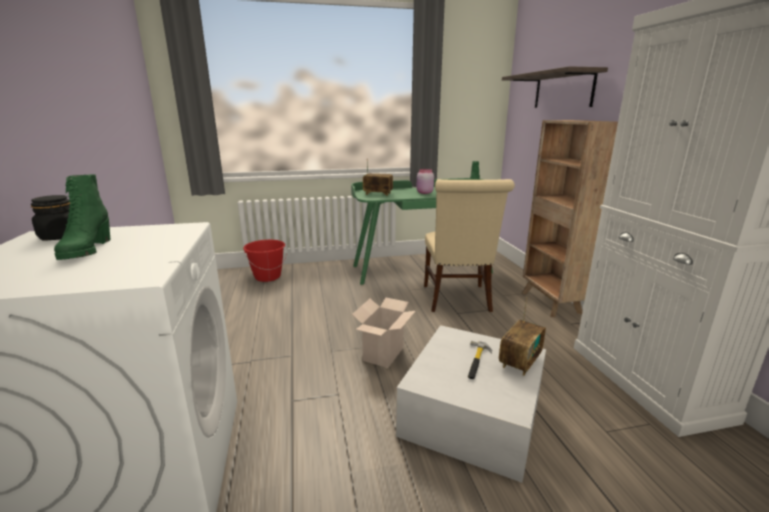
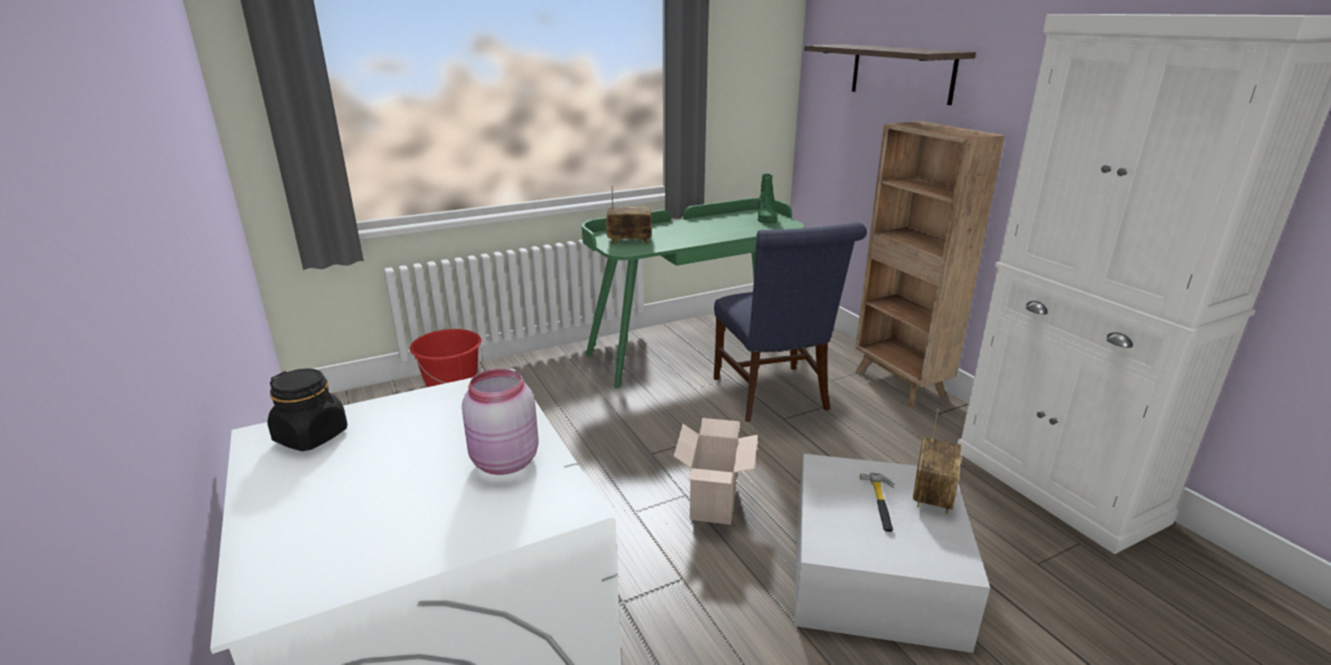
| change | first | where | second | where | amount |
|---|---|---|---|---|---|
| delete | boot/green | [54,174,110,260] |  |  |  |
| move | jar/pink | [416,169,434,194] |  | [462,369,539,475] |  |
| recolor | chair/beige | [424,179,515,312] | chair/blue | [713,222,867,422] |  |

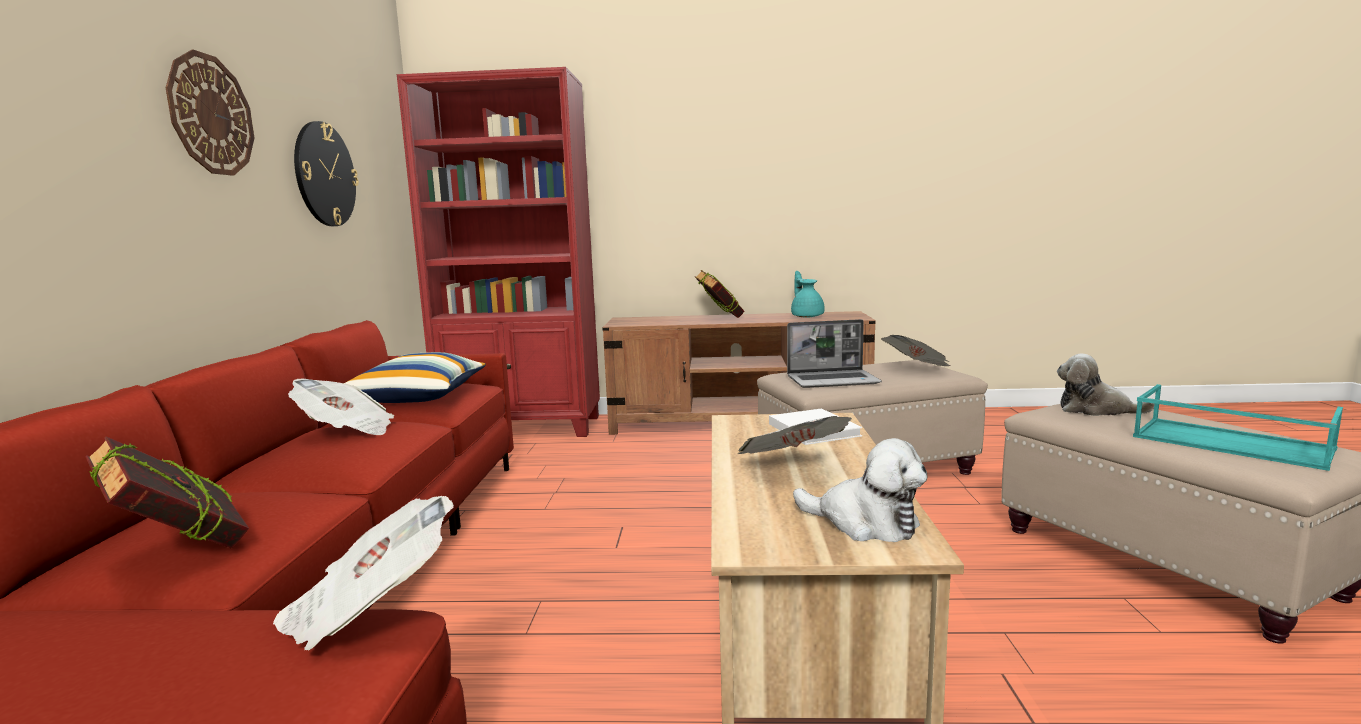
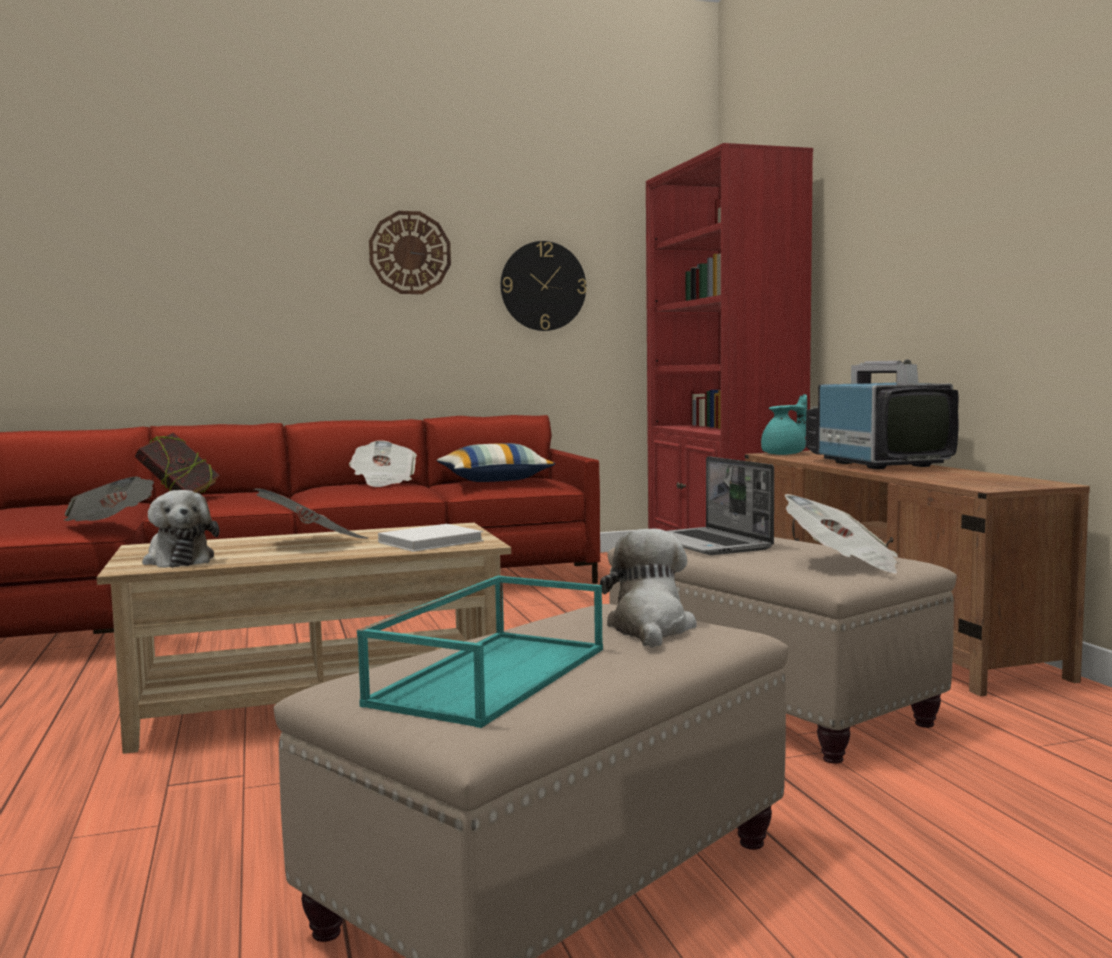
| change | first | where | second | where | amount |
|---|---|---|---|---|---|
| move | teapot/turquoise | [791,271,825,318] |  | [761,394,807,455] |  |
| replace | book | [695,270,745,318] | television | [806,359,959,469] |  |
| rotate | plush toy | [793,438,927,542] |  | [142,490,219,568] | 45 degrees counterclockwise |

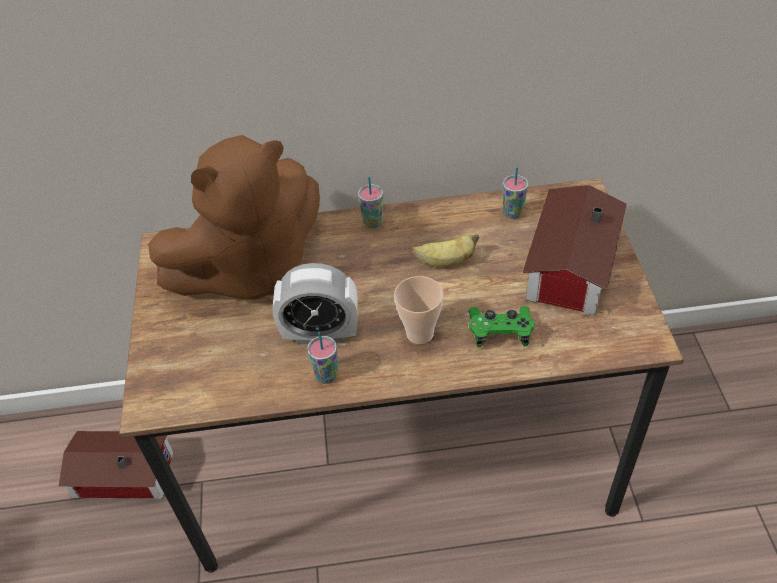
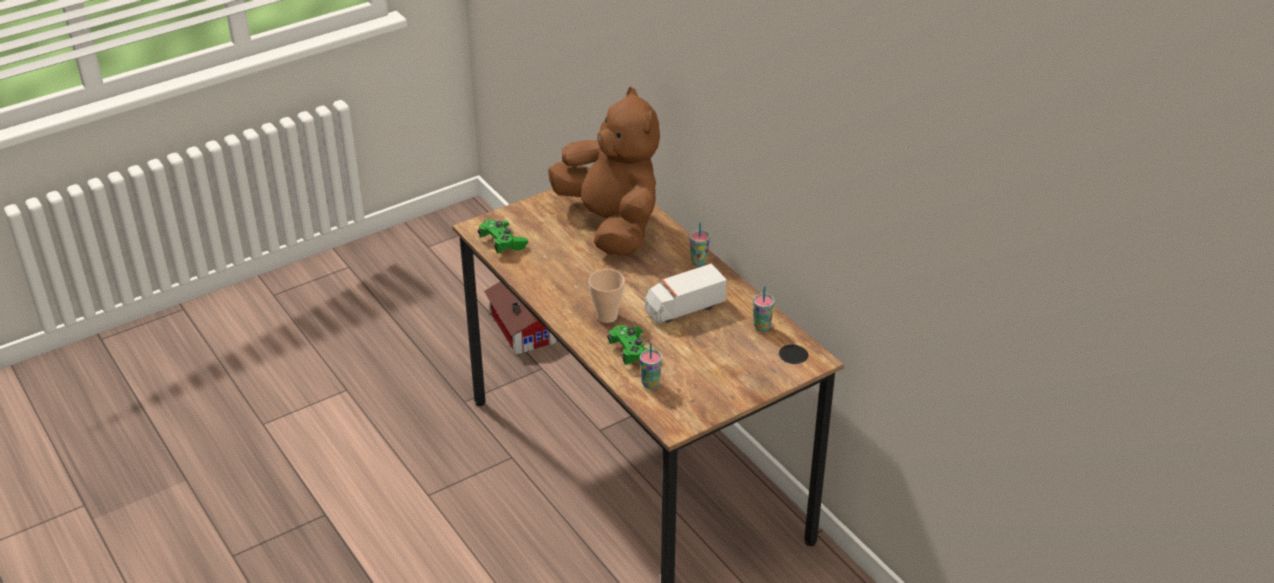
| change | first | where | second | where | amount |
|---|---|---|---|---|---|
| delete | alarm clock | [273,263,358,344] |  |  |  |
| delete | toy house | [523,185,627,315] |  |  |  |
| insert |  |  | game controller/green | [478,219,528,253] |  |
| move | cup | [307,332,338,384] |  | [640,342,662,389] |  |
| replace | banana | [412,234,479,267] | toy truck | [644,263,727,324] |  |
| rotate | plush toy/brown | [148,135,320,301] |  | [548,87,660,256] | 150 degrees counterclockwise |

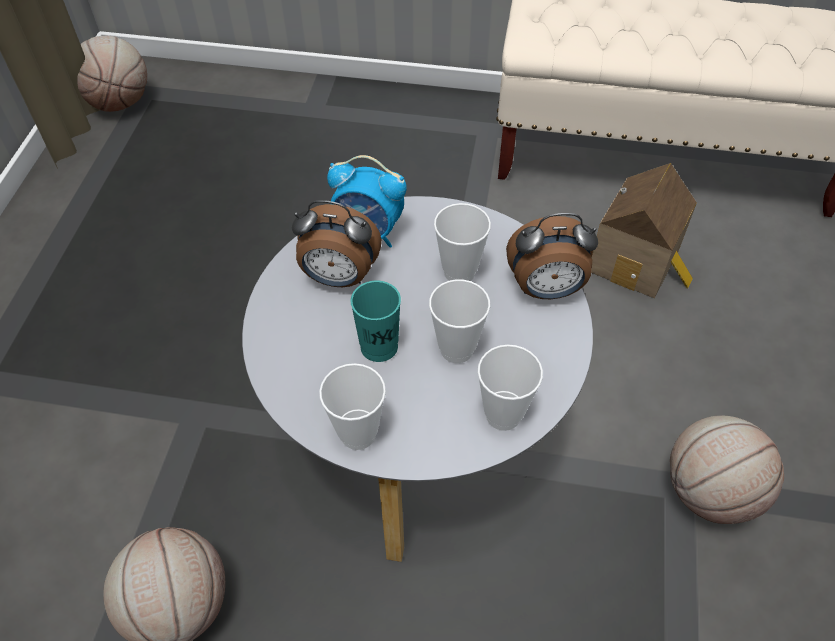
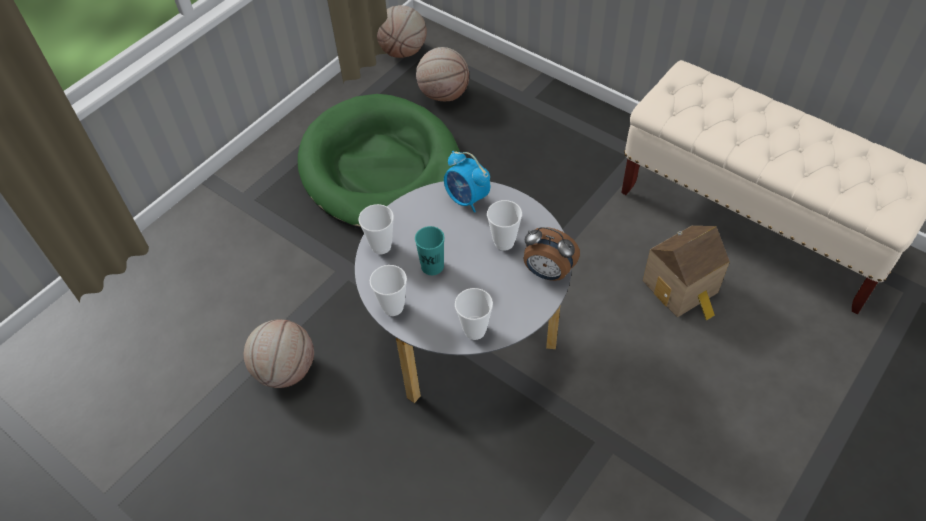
| change | first | where | second | where | amount |
|---|---|---|---|---|---|
| delete | alarm clock | [292,200,382,287] |  |  |  |
| insert |  |  | dog bed/green | [298,94,460,229] |  |
| move | cup | [429,279,490,363] |  | [359,204,394,254] |  |
| move | basketball | [670,416,784,524] |  | [416,47,469,101] |  |

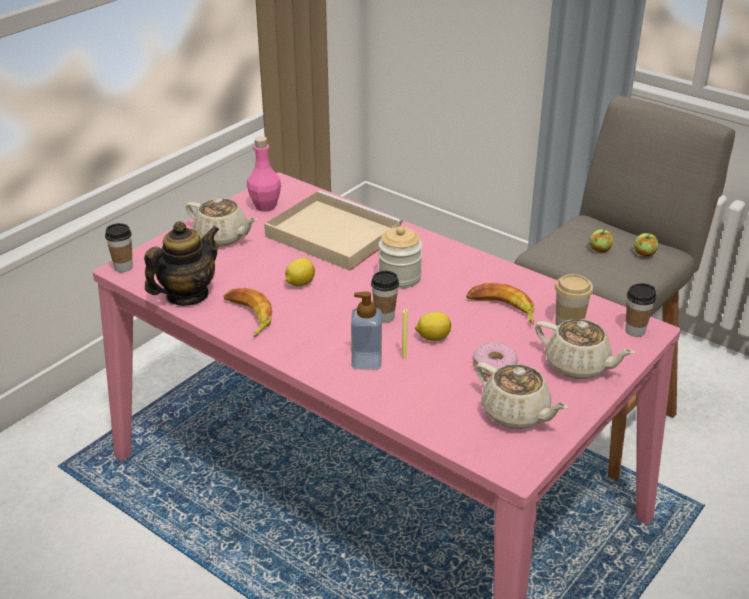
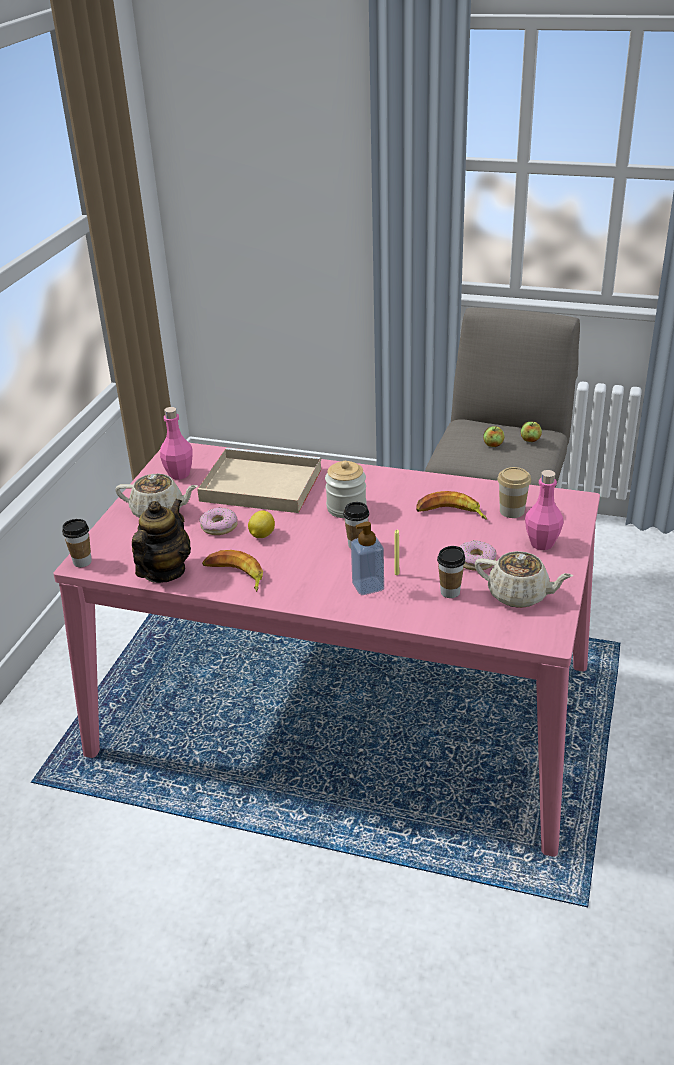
| change | first | where | second | where | amount |
|---|---|---|---|---|---|
| delete | lemon | [415,312,451,341] |  |  |  |
| insert |  |  | donut | [199,507,238,535] |  |
| move | cup | [625,283,656,337] |  | [437,546,465,598] |  |
| replace | teapot/beige | [535,319,635,379] | bottle/pink | [525,470,564,550] |  |

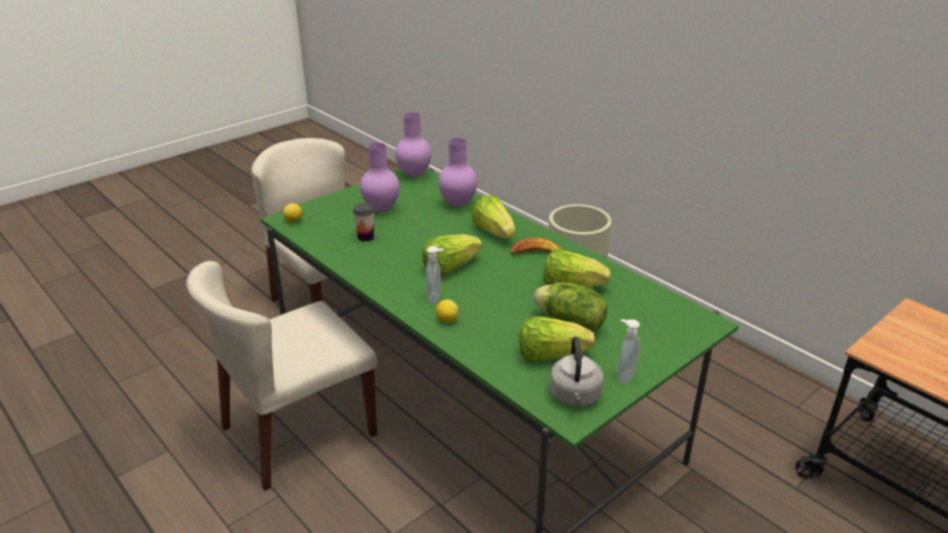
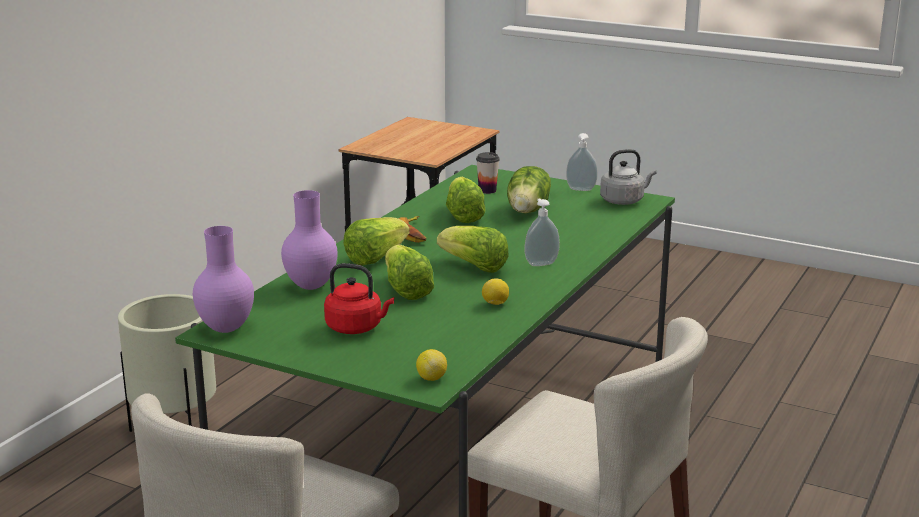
| change | first | where | second | where | amount |
|---|---|---|---|---|---|
| move | cup | [353,203,375,242] |  | [476,152,500,194] |  |
| move | lemon | [436,299,459,323] |  | [482,278,509,305] |  |
| move | lettuce | [519,316,595,362] |  | [385,244,434,300] |  |
| replace | vase/purple | [360,142,400,212] | kettle/red | [324,263,394,334] |  |

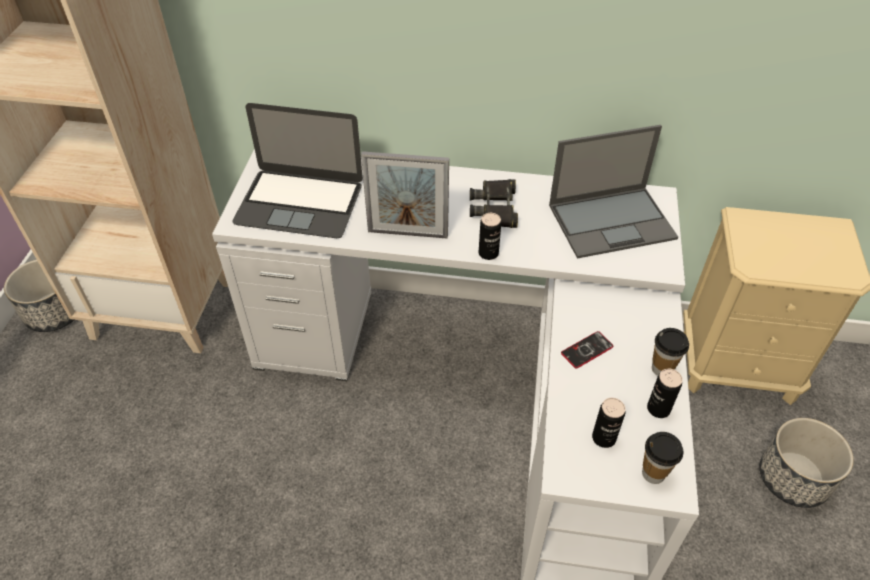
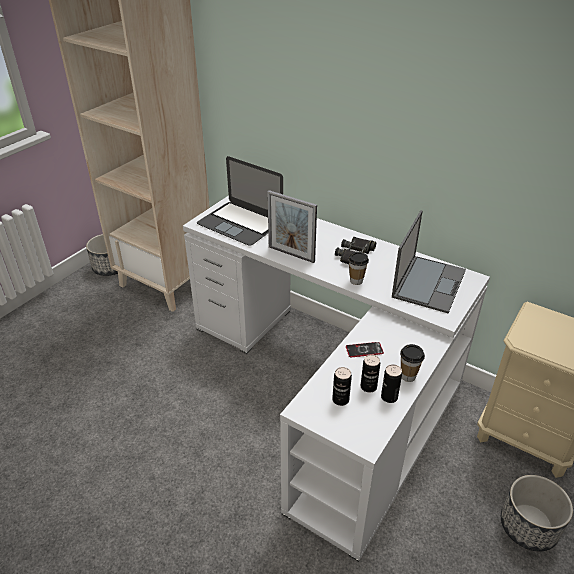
| change | first | where | second | where | amount |
|---|---|---|---|---|---|
| move | can | [479,213,501,260] |  | [361,354,380,392] |  |
| move | cup | [642,432,683,484] |  | [348,252,369,285] |  |
| rotate | laptop | [549,125,678,258] |  | [392,210,466,313] | 75 degrees counterclockwise |

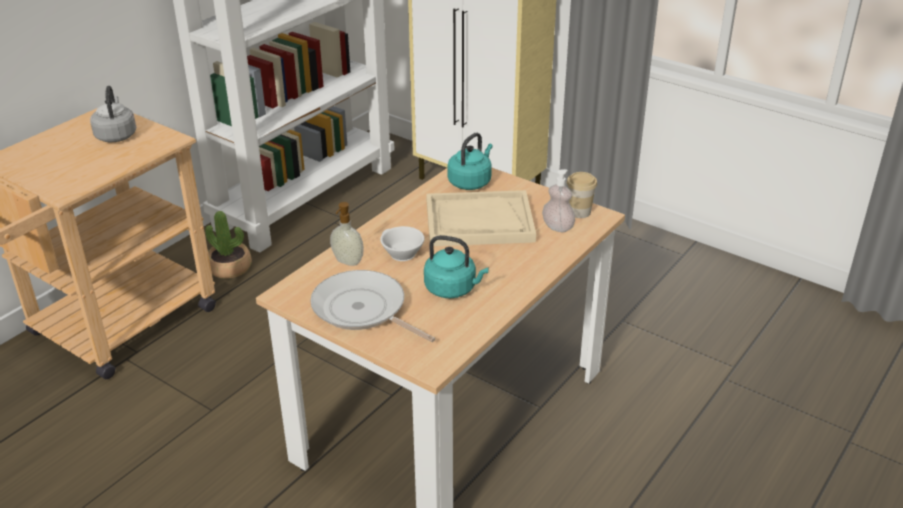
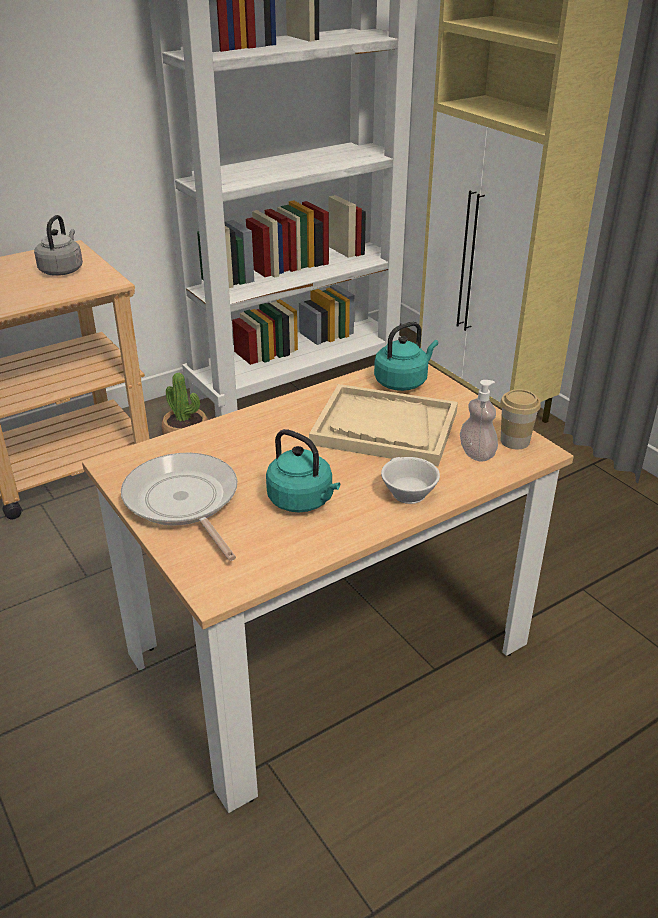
| change | first | where | second | where | amount |
|---|---|---|---|---|---|
| delete | soap dispenser | [330,202,364,266] |  |  |  |
| move | cup/white | [380,226,424,261] |  | [381,457,440,504] |  |

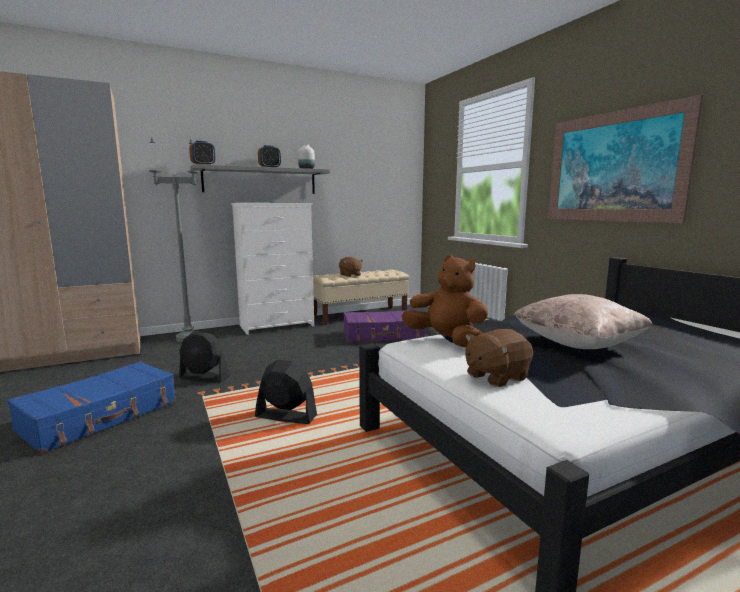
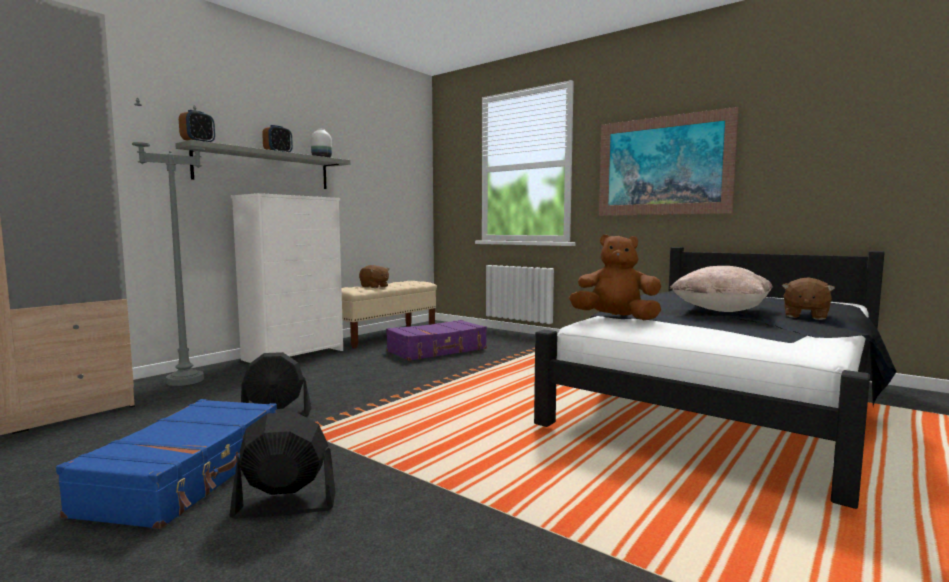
| change | first | where | second | where | amount |
|---|---|---|---|---|---|
| move | fan/black | [255,360,317,424] |  | [230,412,336,519] |  |
| move | plush toy/brown | [465,329,533,387] |  | [782,277,835,320] |  |

